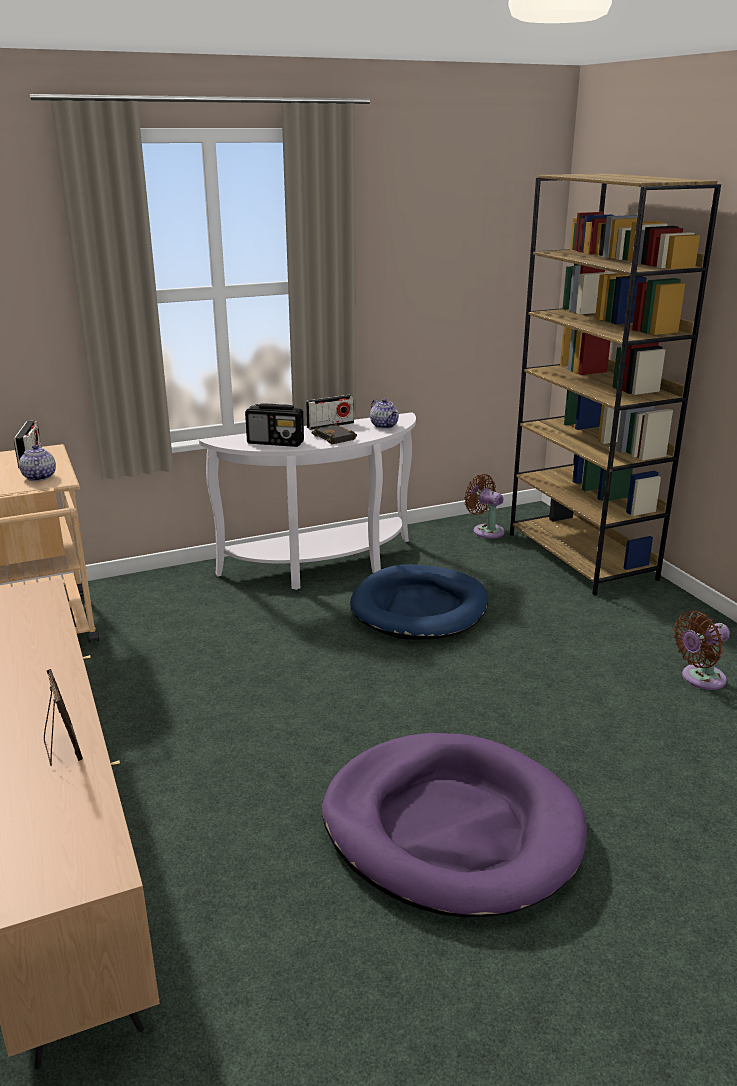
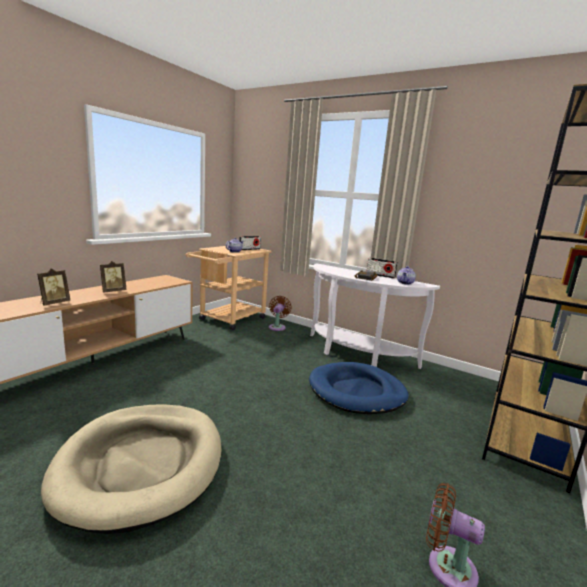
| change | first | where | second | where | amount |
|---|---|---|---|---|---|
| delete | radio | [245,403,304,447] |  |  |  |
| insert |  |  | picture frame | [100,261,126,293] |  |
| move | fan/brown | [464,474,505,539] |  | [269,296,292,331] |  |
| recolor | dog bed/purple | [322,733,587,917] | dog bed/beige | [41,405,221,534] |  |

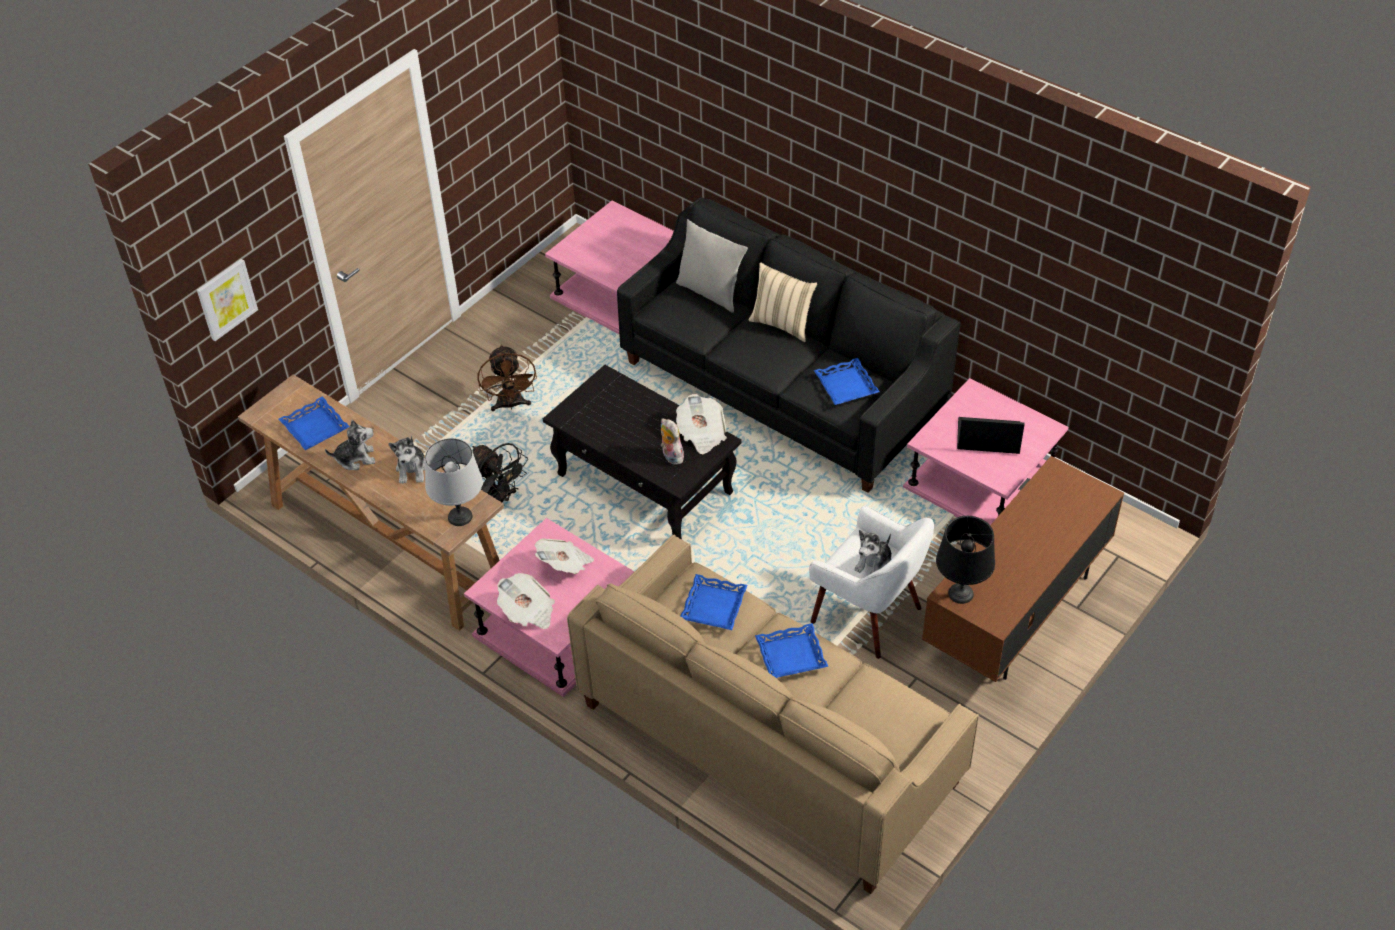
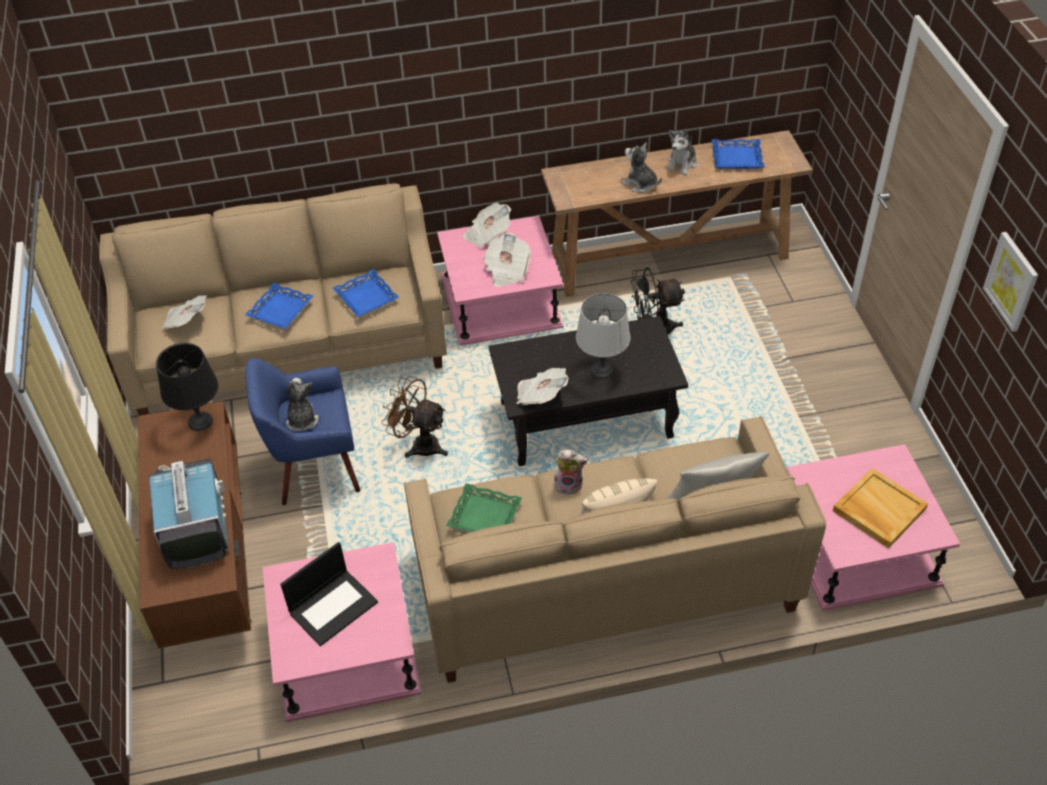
| change | first | where | second | where | amount |
|---|---|---|---|---|---|
| insert |  |  | television | [148,458,229,569] |  |
| insert |  |  | newspaper | [161,295,207,329] |  |
| insert |  |  | tray/beige | [833,468,928,548] |  |
| move | picture | [197,259,258,341] |  | [983,232,1038,332] |  |
| move | table lamp/grey | [425,438,483,526] |  | [576,293,630,379] |  |
| move | fan/brown | [477,344,537,411] |  | [381,376,448,458] |  |
| move | plush toy | [661,419,684,465] |  | [554,449,588,495] |  |
| recolor | sofa/black | [617,197,961,493] | sofa/beige | [404,416,826,683] |  |
| recolor | armchair/white | [809,506,934,659] | armchair/blue | [245,358,361,505] |  |
| recolor | tray/blue | [814,358,880,405] | tray/green | [446,483,522,532] |  |

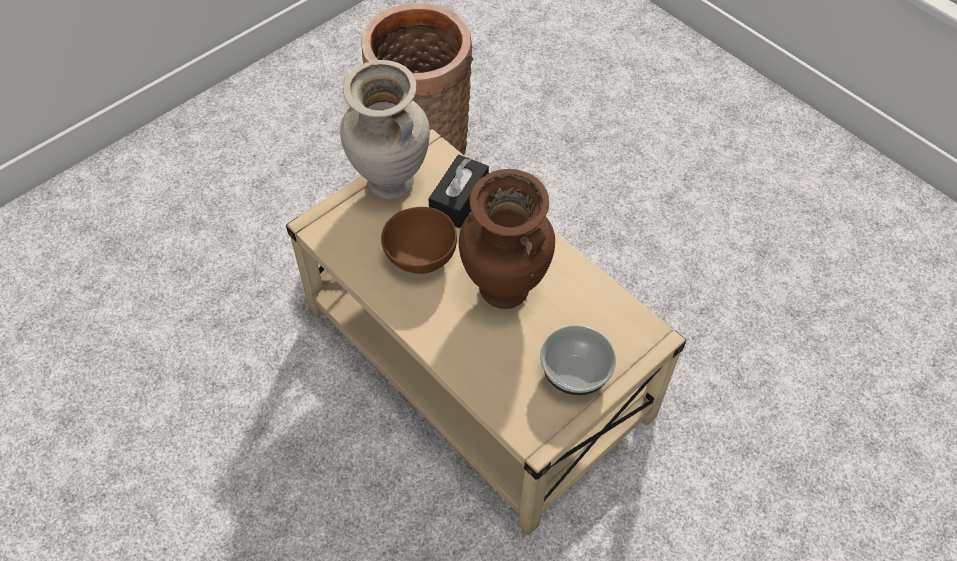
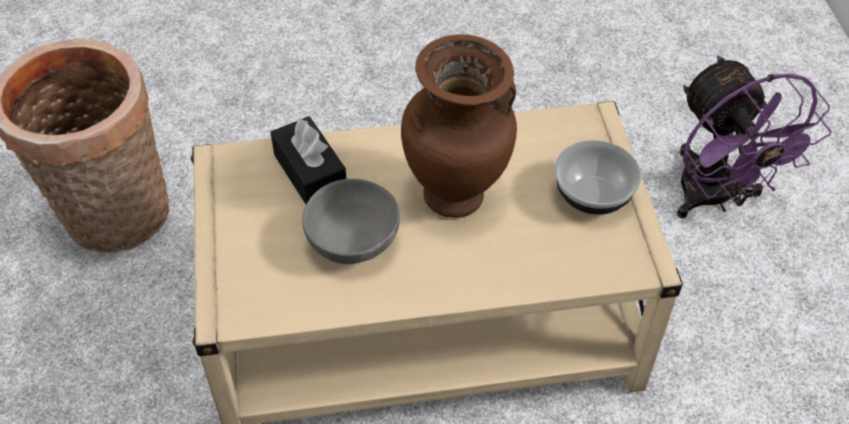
| change | first | where | second | where | amount |
|---|---|---|---|---|---|
| delete | vase/beige | [340,60,430,200] |  |  |  |
| insert |  |  | fan/purple | [677,56,832,218] |  |
| recolor | bowl/brown | [381,207,457,274] | bowl/grey | [302,179,400,264] |  |

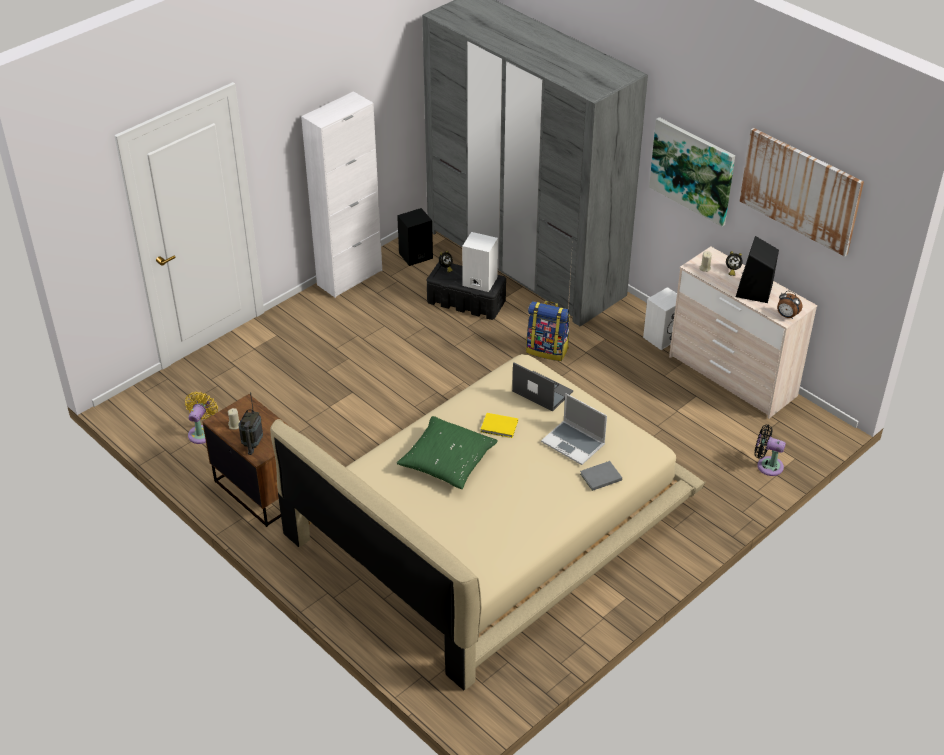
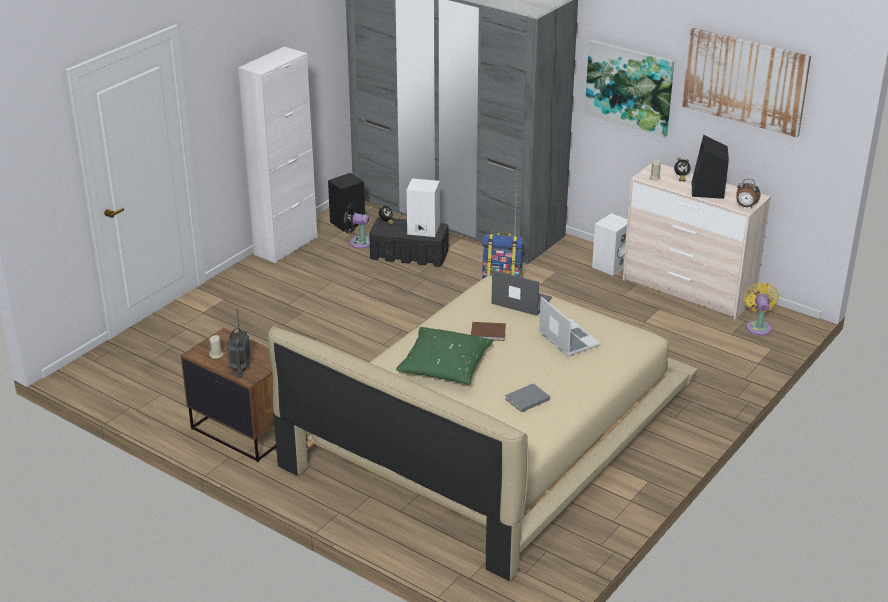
| change | first | where | second | where | amount |
|---|---|---|---|---|---|
| move | fan/yellow | [185,392,218,444] |  | [744,282,779,336] |  |
| move | book/grey | [580,461,622,491] |  | [505,383,550,412] |  |
| move | fan/black | [754,425,786,476] |  | [342,203,370,249] |  |
| recolor | book/yellow | [481,413,518,438] | book/brown | [471,322,506,341] |  |
| rotate | laptop | [541,393,607,465] |  | [539,297,601,356] | 150 degrees counterclockwise |

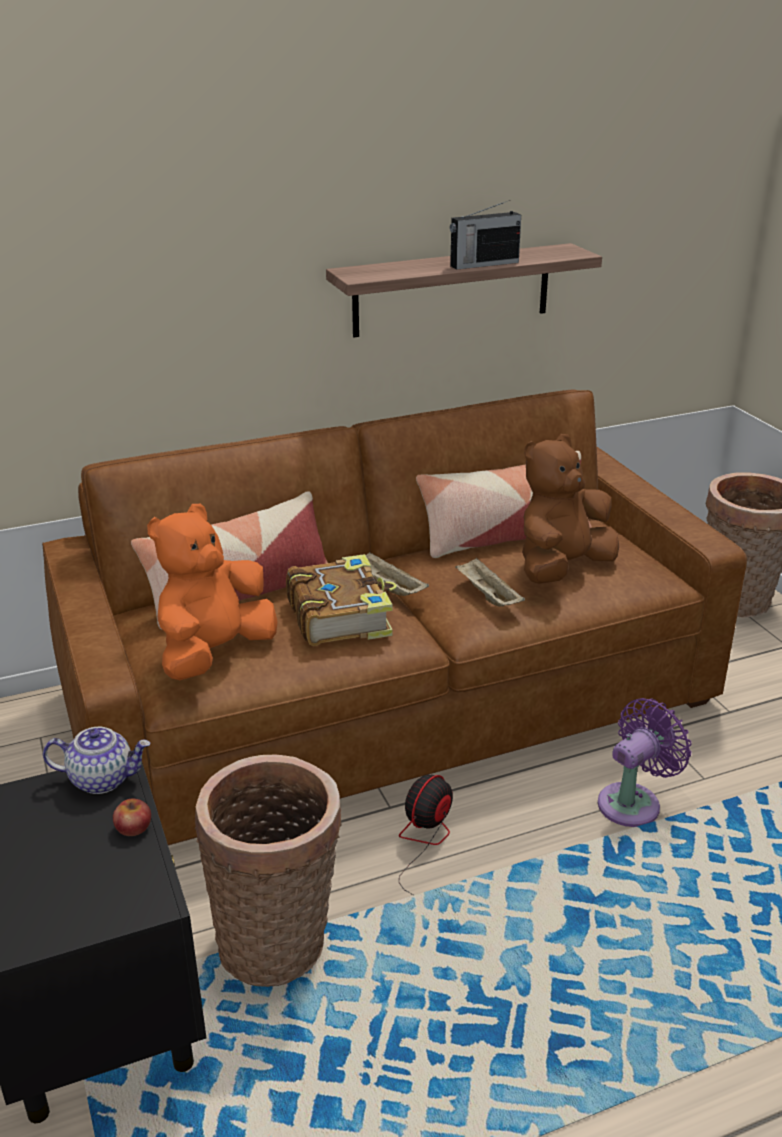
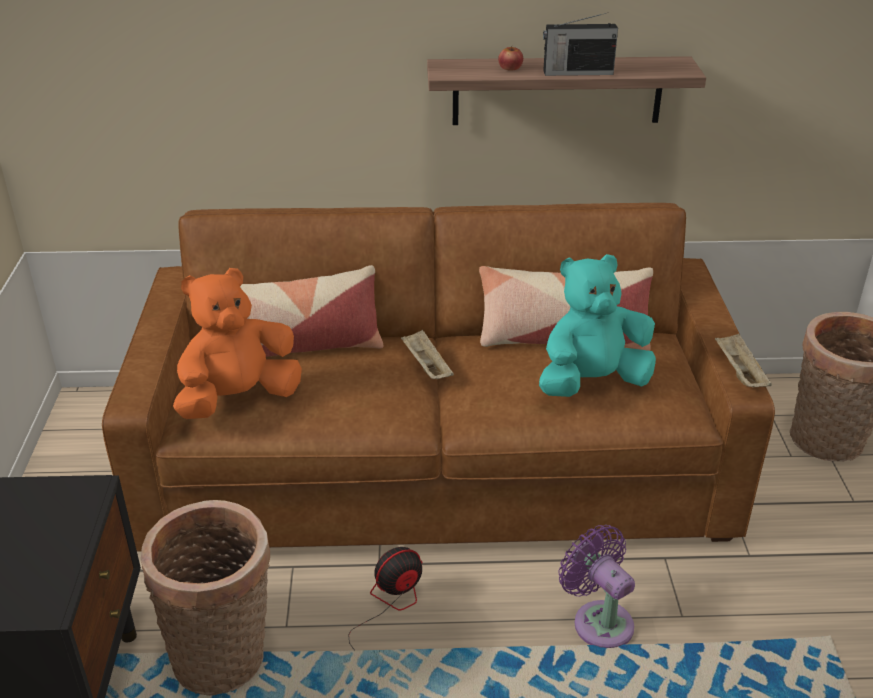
| change | first | where | second | where | amount |
|---|---|---|---|---|---|
| delete | teapot | [43,727,150,794] |  |  |  |
| delete | book | [286,554,397,646] |  |  |  |
| move | apple | [113,799,151,836] |  | [498,46,523,70] |  |
| move | tray/beige | [455,558,525,607] |  | [715,334,772,387] |  |
| recolor | plush toy/brown | [522,434,619,584] | plush toy/turquoise | [539,254,656,397] |  |
| rotate | fan/purple | [598,698,691,827] |  | [558,525,635,648] | 105 degrees counterclockwise |

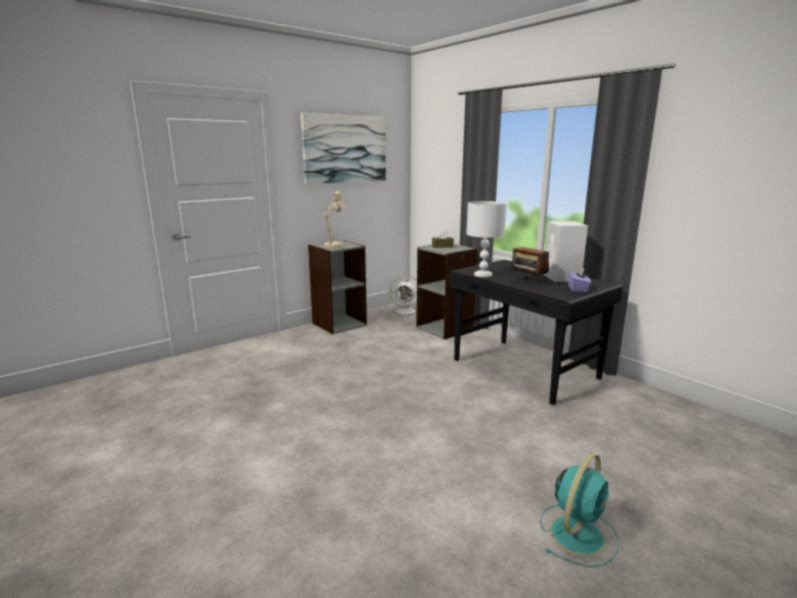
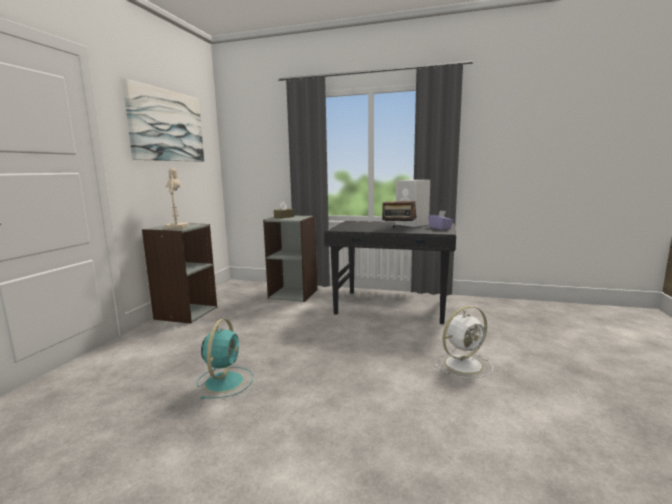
| change | first | where | second | where | amount |
|---|---|---|---|---|---|
| delete | table lamp/white | [466,201,506,277] |  |  |  |
| move | fan/white | [390,275,417,317] |  | [434,306,493,378] |  |
| move | fan/turquoise | [540,453,619,567] |  | [197,319,253,399] |  |

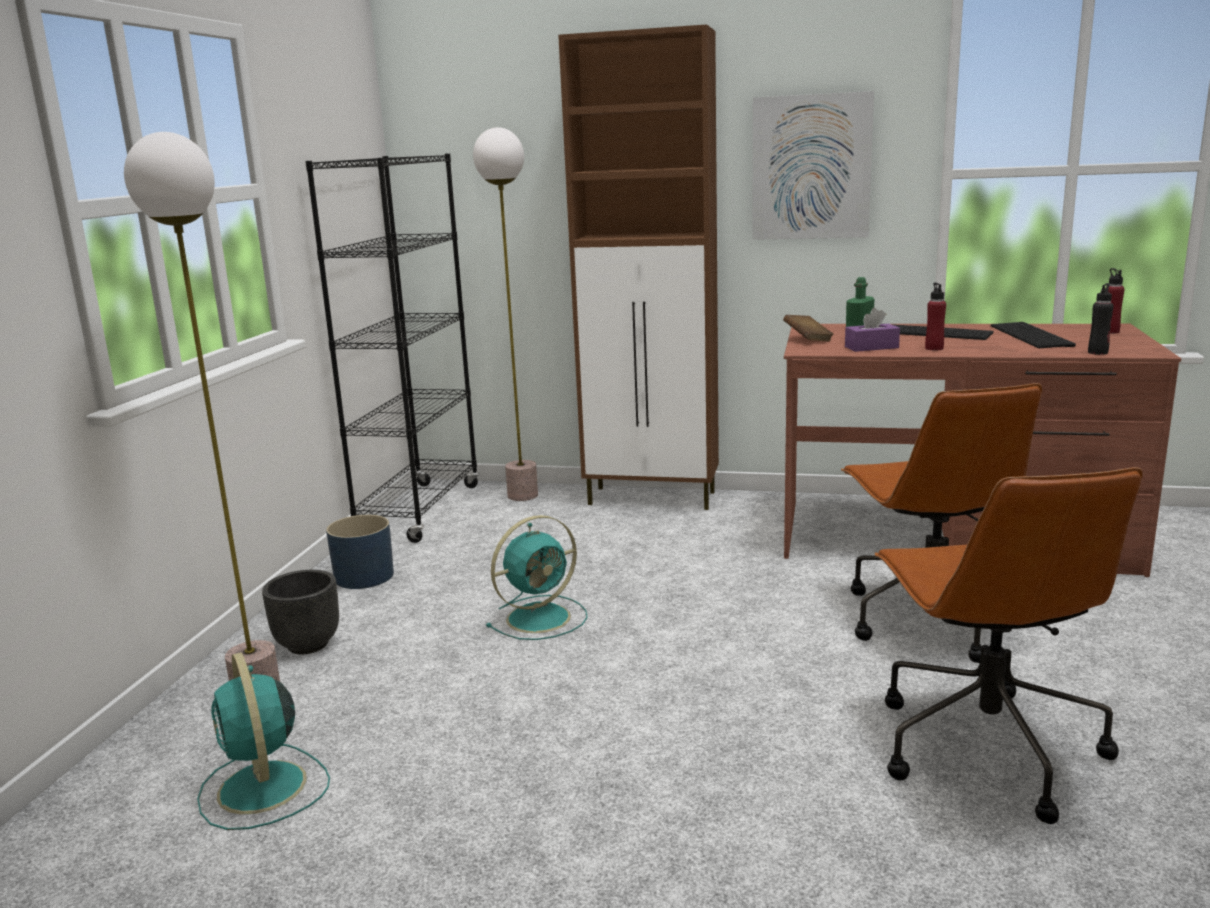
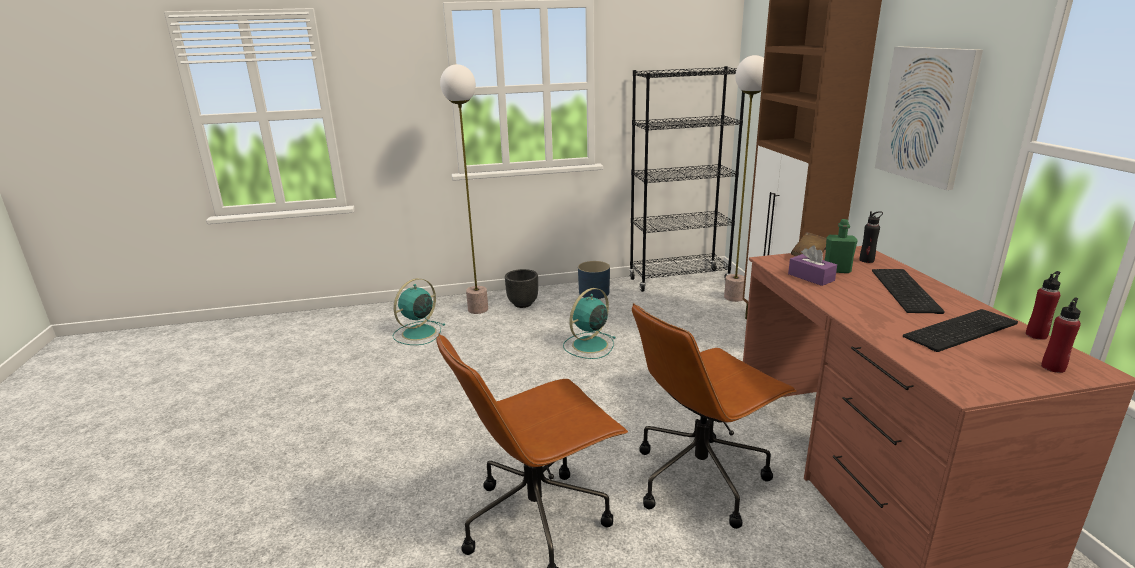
| change | first | where | second | where | amount |
|---|---|---|---|---|---|
| move | bottle/red | [925,282,946,350] |  | [1026,271,1061,340] |  |
| move | bottle/black | [1088,283,1114,355] |  | [859,211,883,263] |  |
| rotate | fan/turquoise | [486,515,588,640] |  | [563,288,616,359] | 105 degrees clockwise |

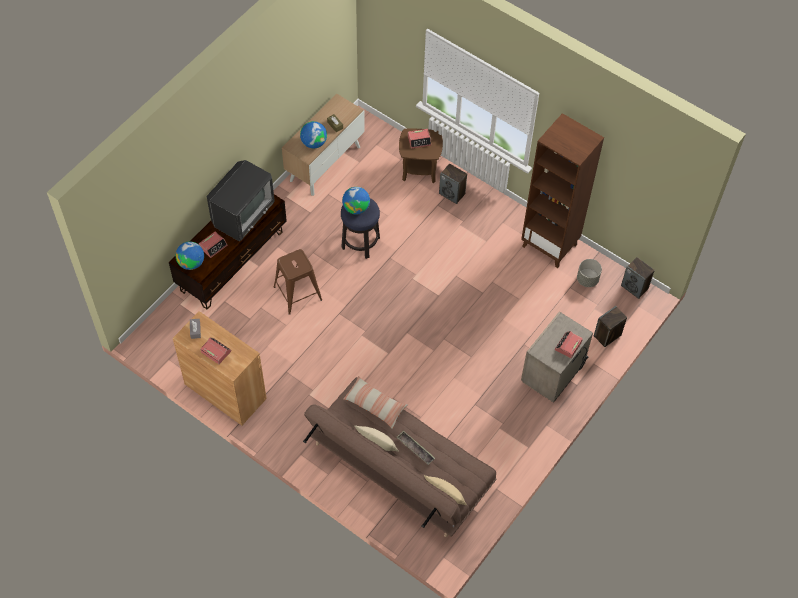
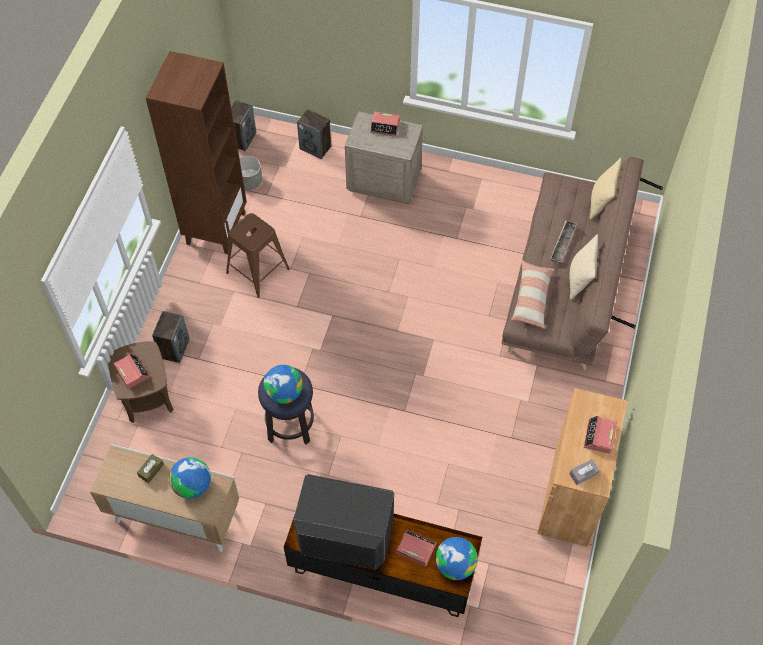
| change | first | where | second | where | amount |
|---|---|---|---|---|---|
| move | stool/brown | [274,249,322,315] |  | [226,213,290,298] |  |

